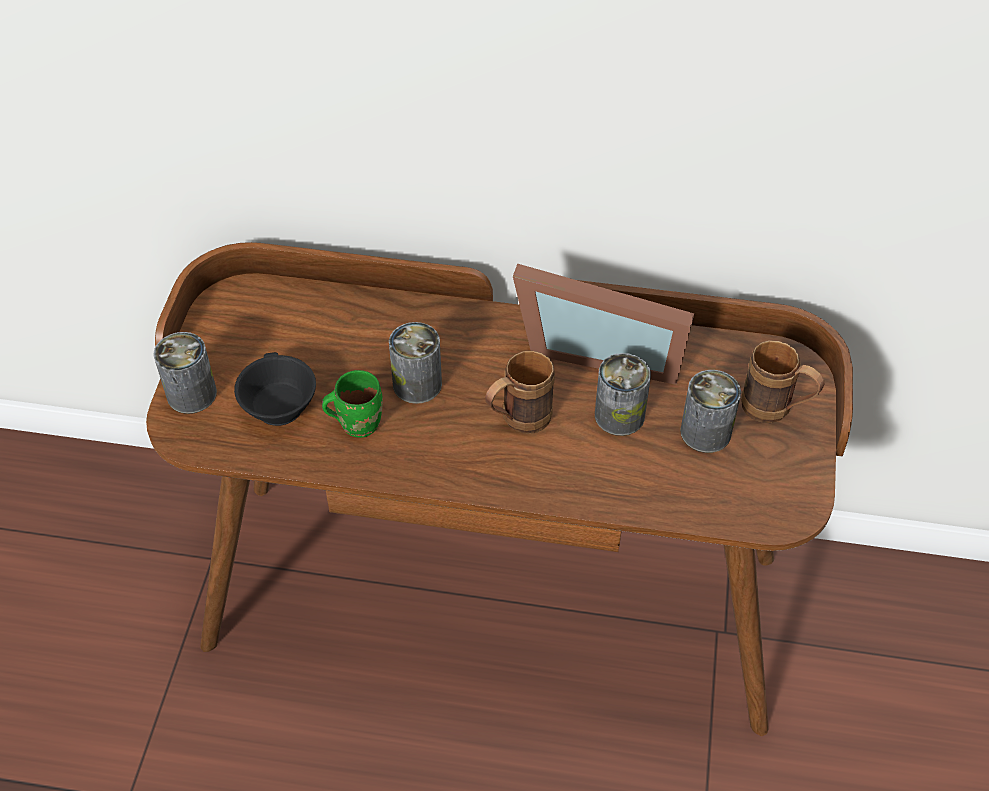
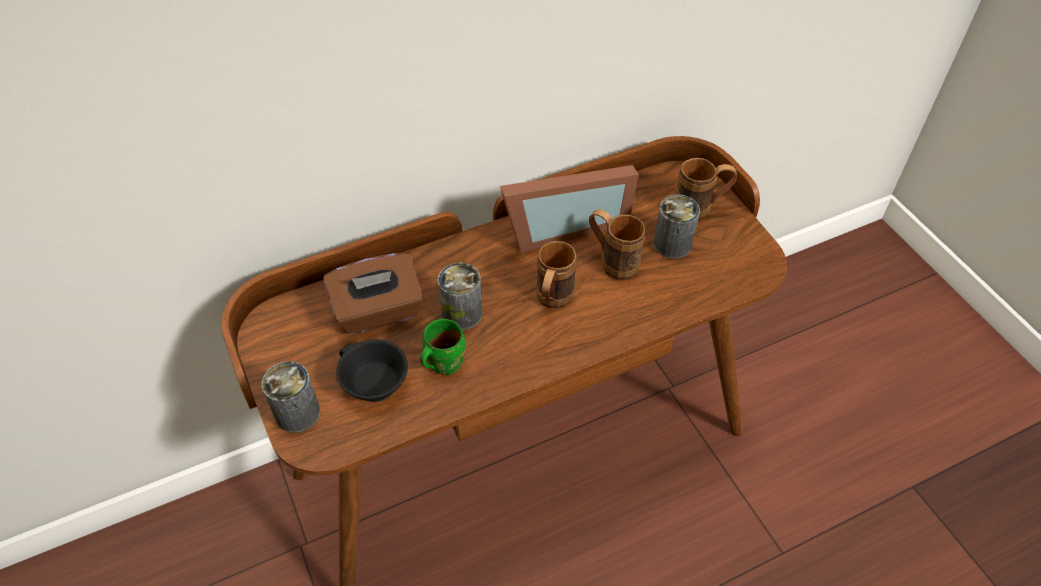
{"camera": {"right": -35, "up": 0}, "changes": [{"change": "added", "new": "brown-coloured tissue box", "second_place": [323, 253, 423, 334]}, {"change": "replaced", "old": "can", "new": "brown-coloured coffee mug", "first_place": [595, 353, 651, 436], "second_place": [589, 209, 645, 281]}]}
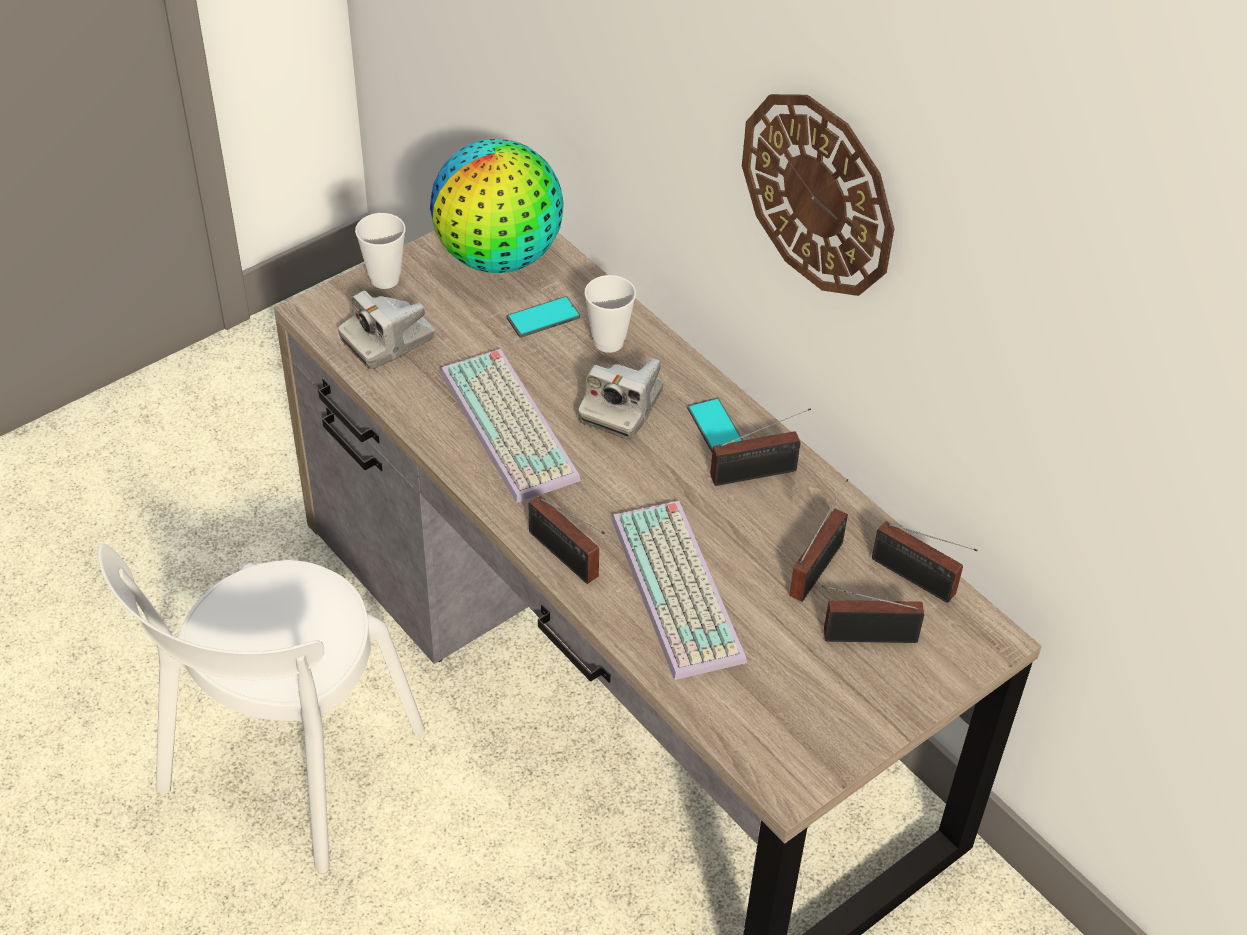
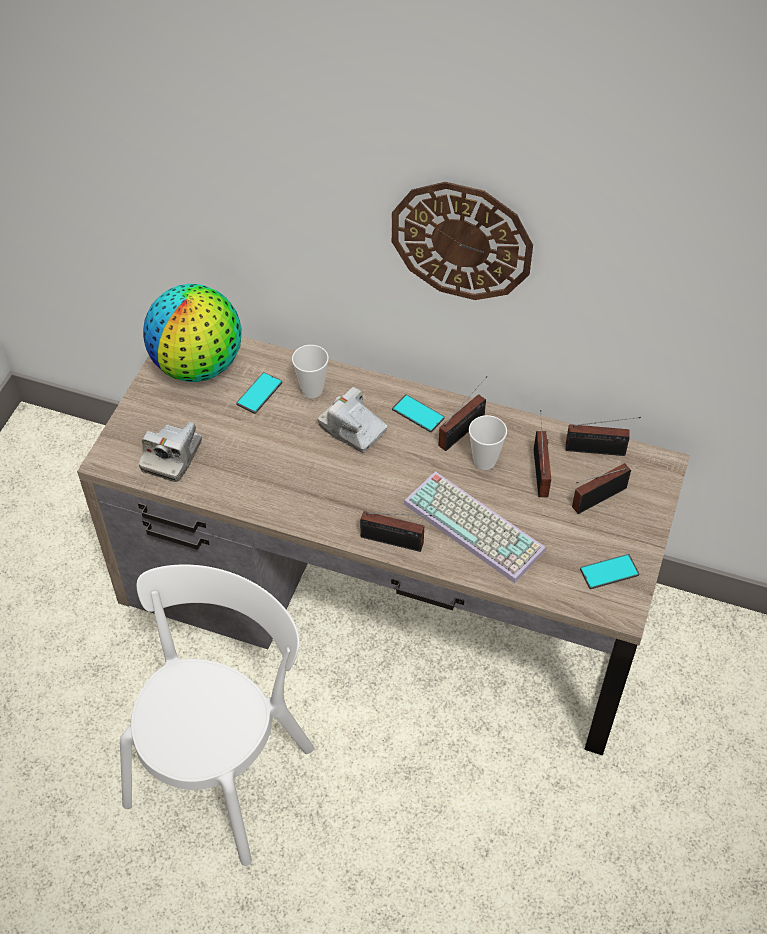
{"camera": {"right": -30, "up": 5}, "changes": [{"change": "removed", "old": "keyboard", "first_place": [440, 349, 581, 503]}, {"change": "added", "new": "telephone", "second_place": [580, 554, 639, 589]}, {"change": "moved", "old": "drinking cup", "first_place": [355, 213, 406, 289], "second_place": [469, 415, 507, 470]}, {"change": "turned", "old": "whitish plain chair", "first_place": [98, 544, 425, 874], "second_place": [120, 565, 314, 866], "degrees": -150}, {"change": "turned", "old": "photo camera", "first_place": [578, 358, 664, 439], "second_place": [318, 387, 387, 453], "degrees": 135}]}
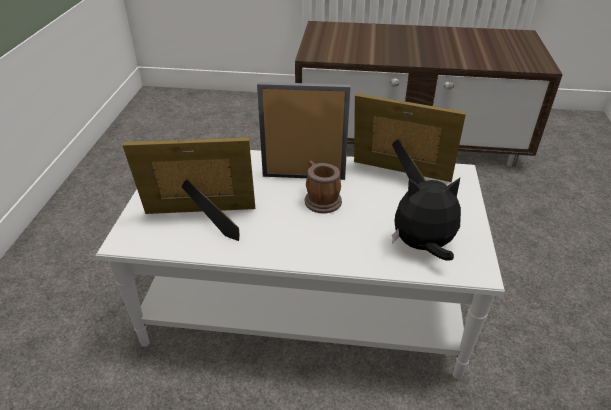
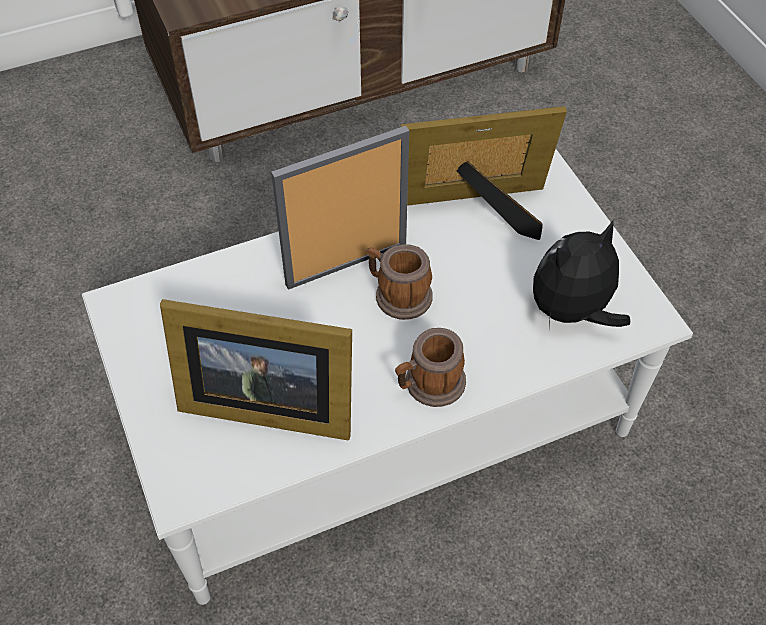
{"camera": {"right": -30, "up": 15}, "changes": [{"change": "added", "new": "coffee mug", "second_place": [395, 328, 466, 407]}, {"change": "turned", "old": "standing frame", "first_place": [122, 137, 255, 241], "second_place": [160, 299, 352, 440], "degrees": -135}]}
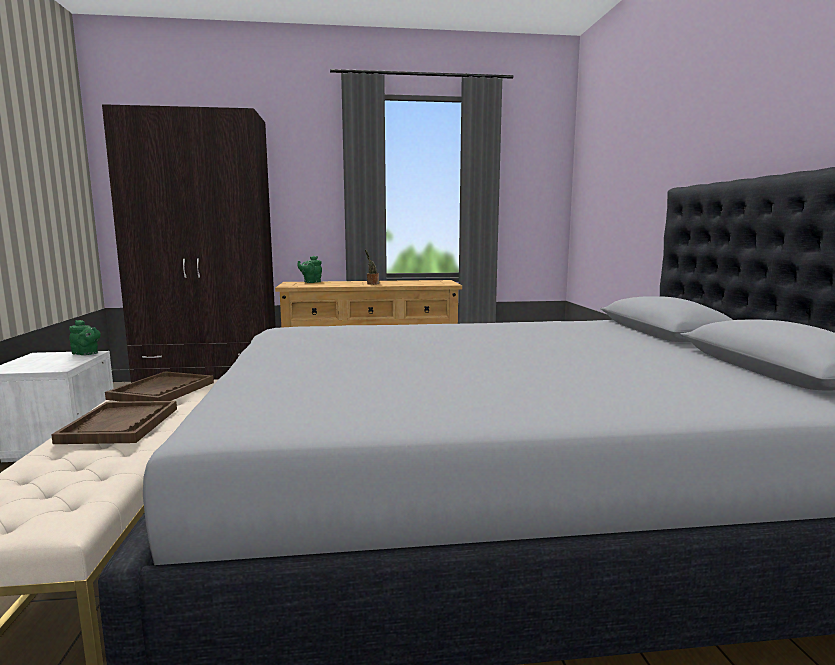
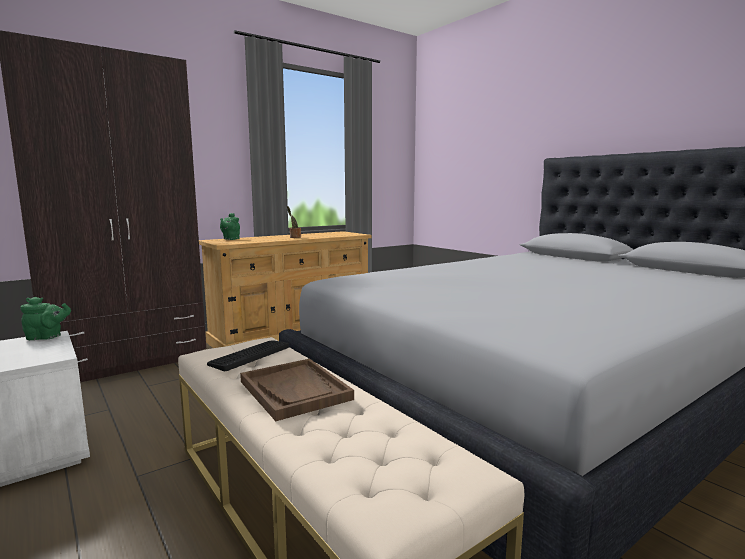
{"camera": {"right": -30, "up": 0}, "changes": [{"change": "replaced", "old": "brown-coloured tray", "new": "keyboard", "first_place": [105, 371, 214, 402], "second_place": [207, 340, 289, 371]}]}
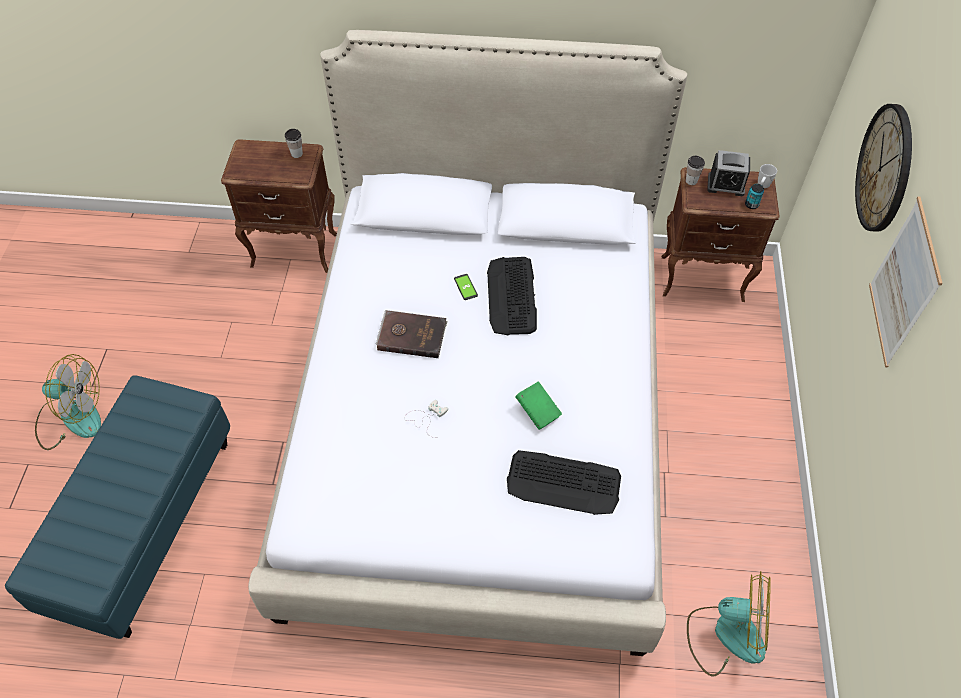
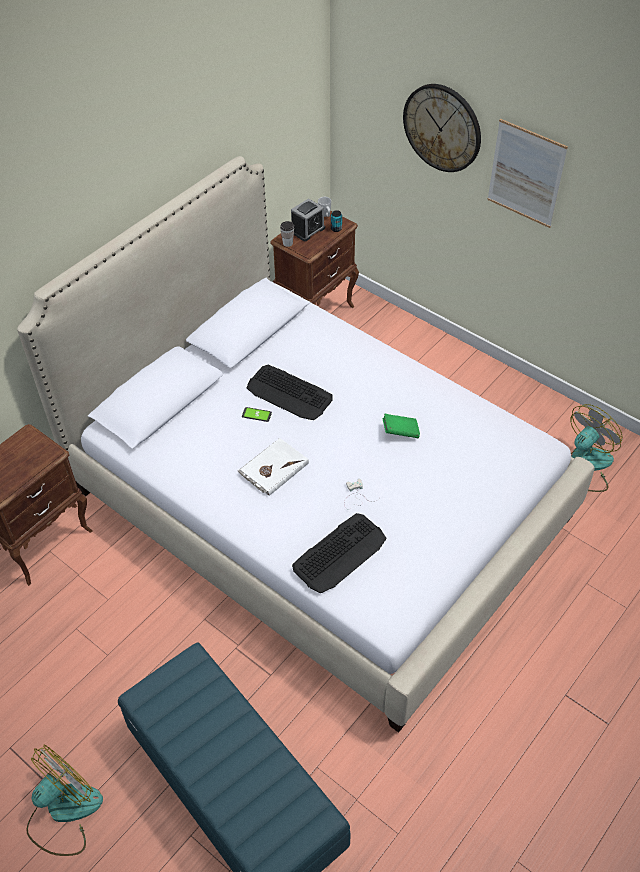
{"camera": {"right": -55, "up": -5}, "changes": [{"change": "removed", "old": "drinking cup", "first_place": [285, 129, 303, 158]}, {"change": "moved", "old": "keyboard", "first_place": [507, 450, 621, 515], "second_place": [292, 513, 386, 594]}, {"change": "recoloured", "old": "brown-coloured bound book", "new": "whitish bound book", "first_place": [376, 310, 448, 358], "second_place": [238, 438, 309, 496]}]}
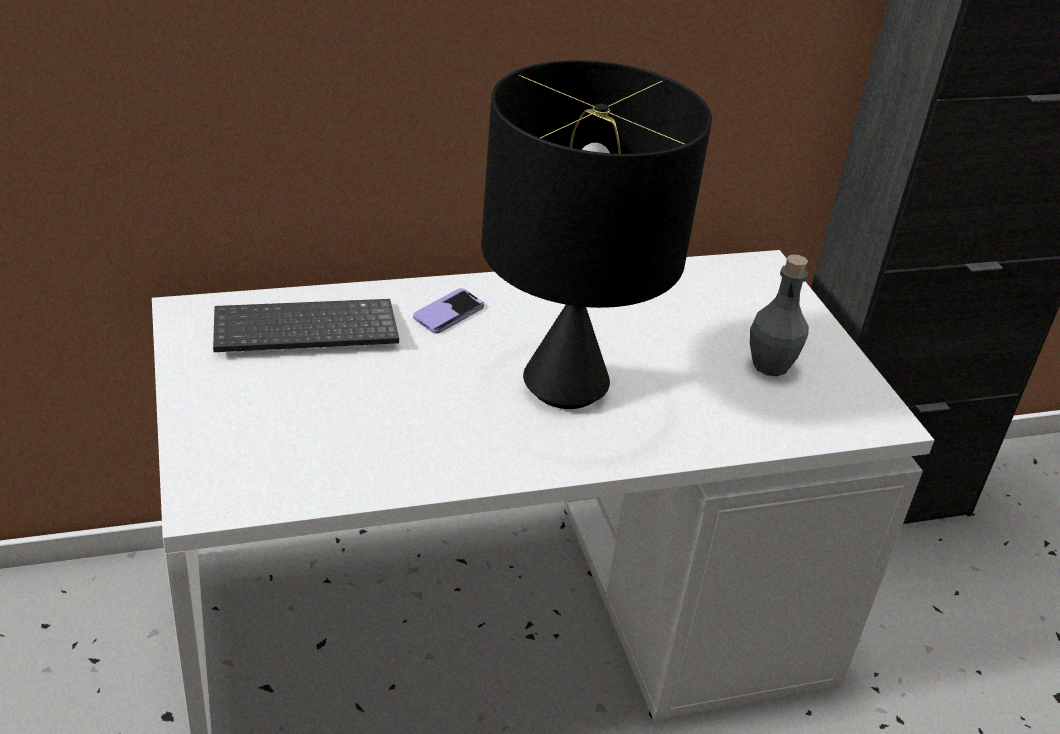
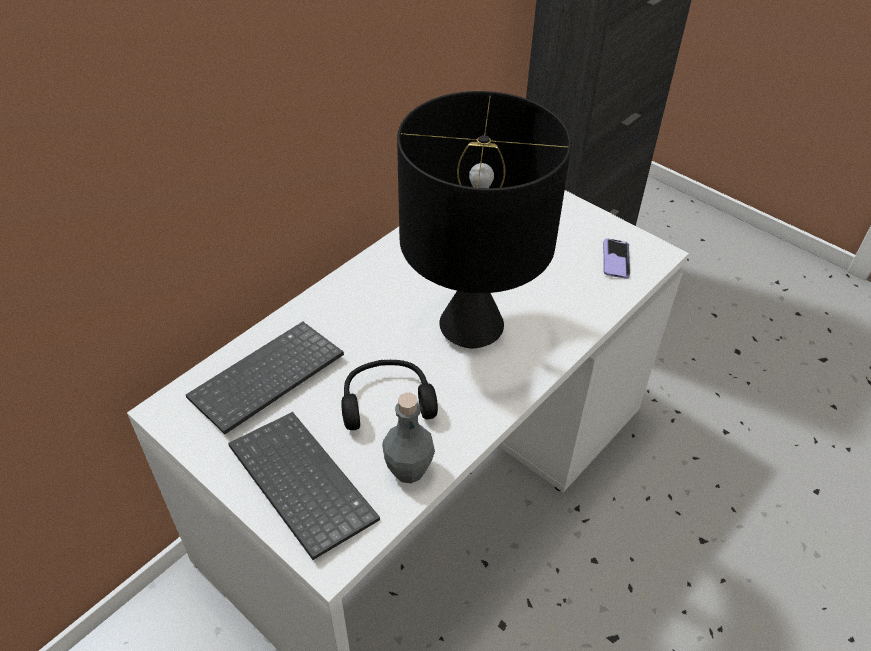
{"camera": {"right": -30, "up": 10}, "changes": [{"change": "added", "new": "keyboard", "second_place": [228, 412, 380, 560]}, {"change": "added", "new": "black-coloured headphones", "second_place": [341, 360, 438, 430]}, {"change": "moved", "old": "telephone", "first_place": [413, 288, 484, 334], "second_place": [603, 238, 630, 279]}, {"change": "moved", "old": "gray bottle", "first_place": [750, 254, 809, 376], "second_place": [382, 393, 435, 483]}]}
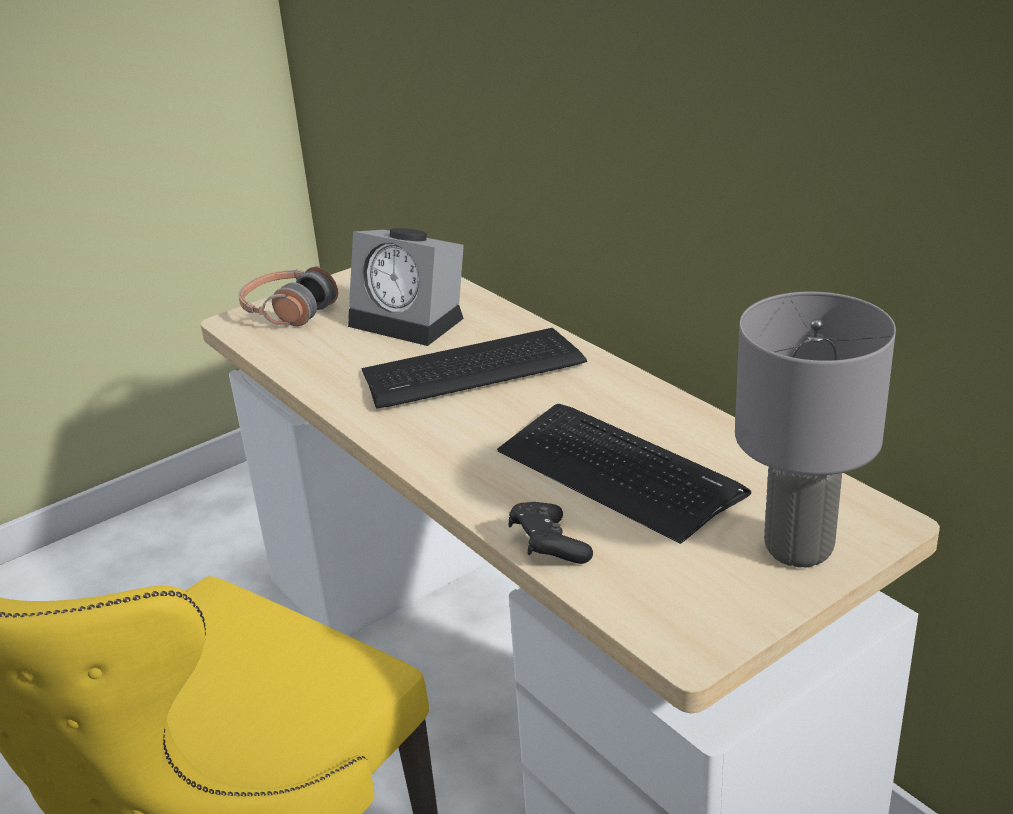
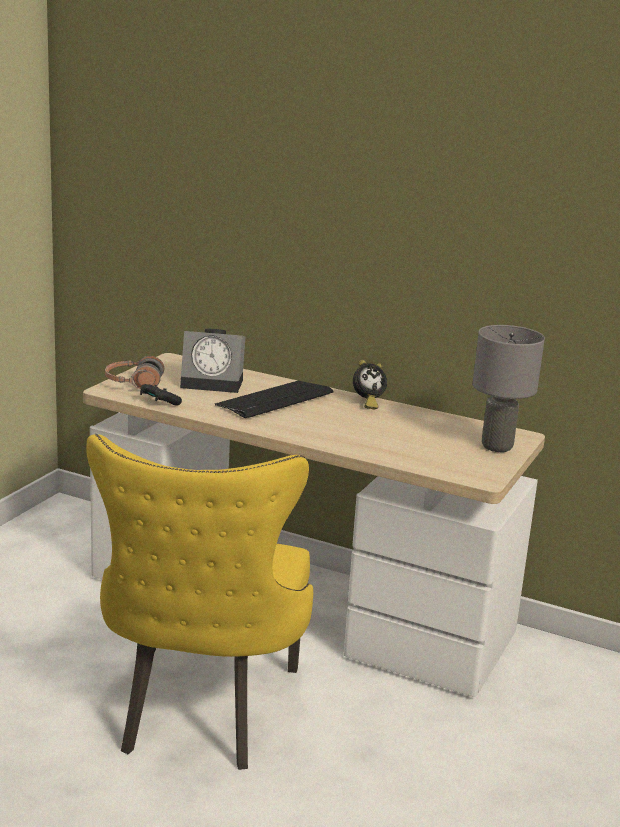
{"camera": {"right": -30, "up": -10}, "changes": [{"change": "removed", "old": "keyboard", "first_place": [497, 404, 751, 544]}, {"change": "added", "new": "alarm clock", "second_place": [353, 360, 387, 409]}, {"change": "moved", "old": "black-coloured joypad", "first_place": [509, 502, 593, 564], "second_place": [140, 384, 182, 406]}]}
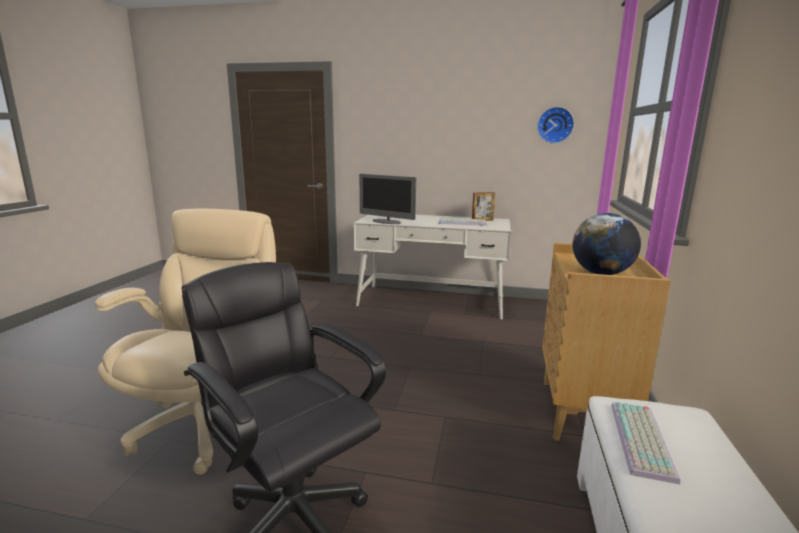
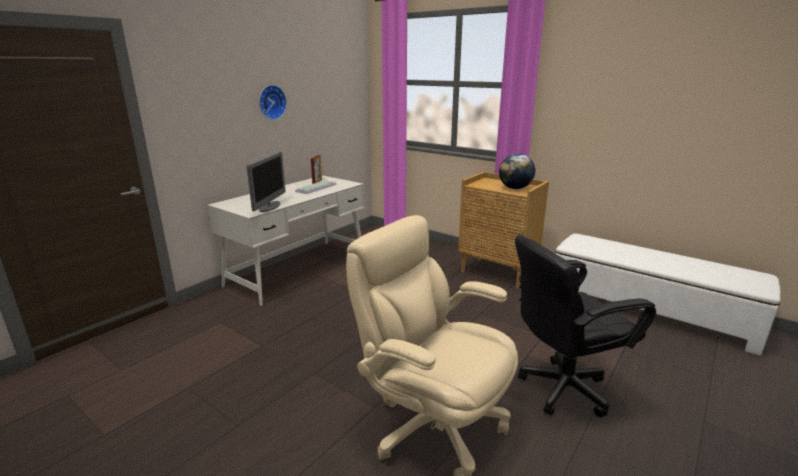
{"camera": {"right": -65, "up": 5}, "changes": [{"change": "removed", "old": "keyboard", "first_place": [611, 402, 680, 484]}, {"change": "moved", "old": "clock on the wall", "first_place": [537, 107, 574, 144], "second_place": [259, 85, 287, 120]}, {"change": "turned", "old": "computer display", "first_place": [359, 174, 416, 224], "second_place": [246, 152, 286, 212], "degrees": -45}]}
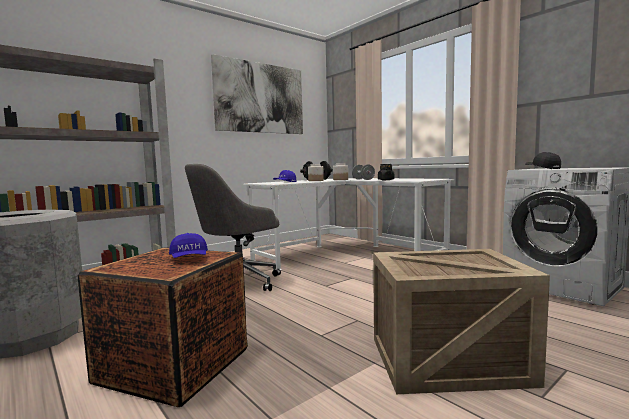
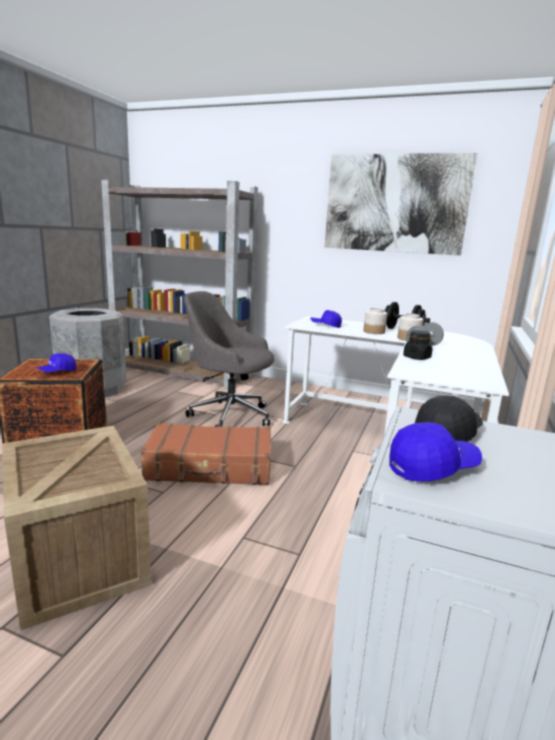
{"camera": {"right": 60, "up": 10}, "changes": [{"change": "added", "new": "brown-coloured suitcase", "second_place": [140, 423, 271, 485]}, {"change": "added", "new": "blue baseball cap", "second_place": [389, 422, 482, 482]}]}
